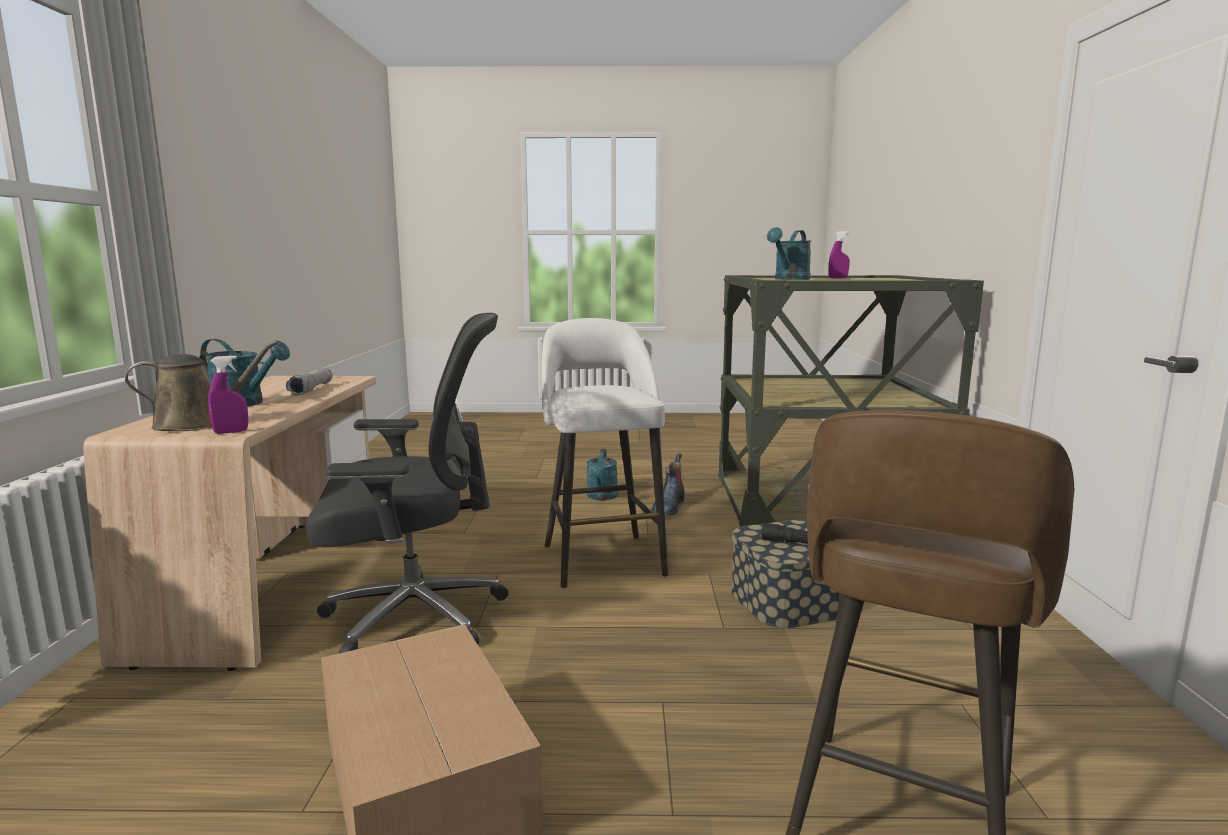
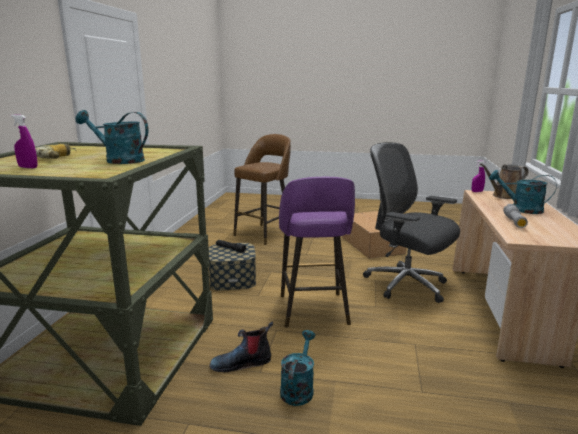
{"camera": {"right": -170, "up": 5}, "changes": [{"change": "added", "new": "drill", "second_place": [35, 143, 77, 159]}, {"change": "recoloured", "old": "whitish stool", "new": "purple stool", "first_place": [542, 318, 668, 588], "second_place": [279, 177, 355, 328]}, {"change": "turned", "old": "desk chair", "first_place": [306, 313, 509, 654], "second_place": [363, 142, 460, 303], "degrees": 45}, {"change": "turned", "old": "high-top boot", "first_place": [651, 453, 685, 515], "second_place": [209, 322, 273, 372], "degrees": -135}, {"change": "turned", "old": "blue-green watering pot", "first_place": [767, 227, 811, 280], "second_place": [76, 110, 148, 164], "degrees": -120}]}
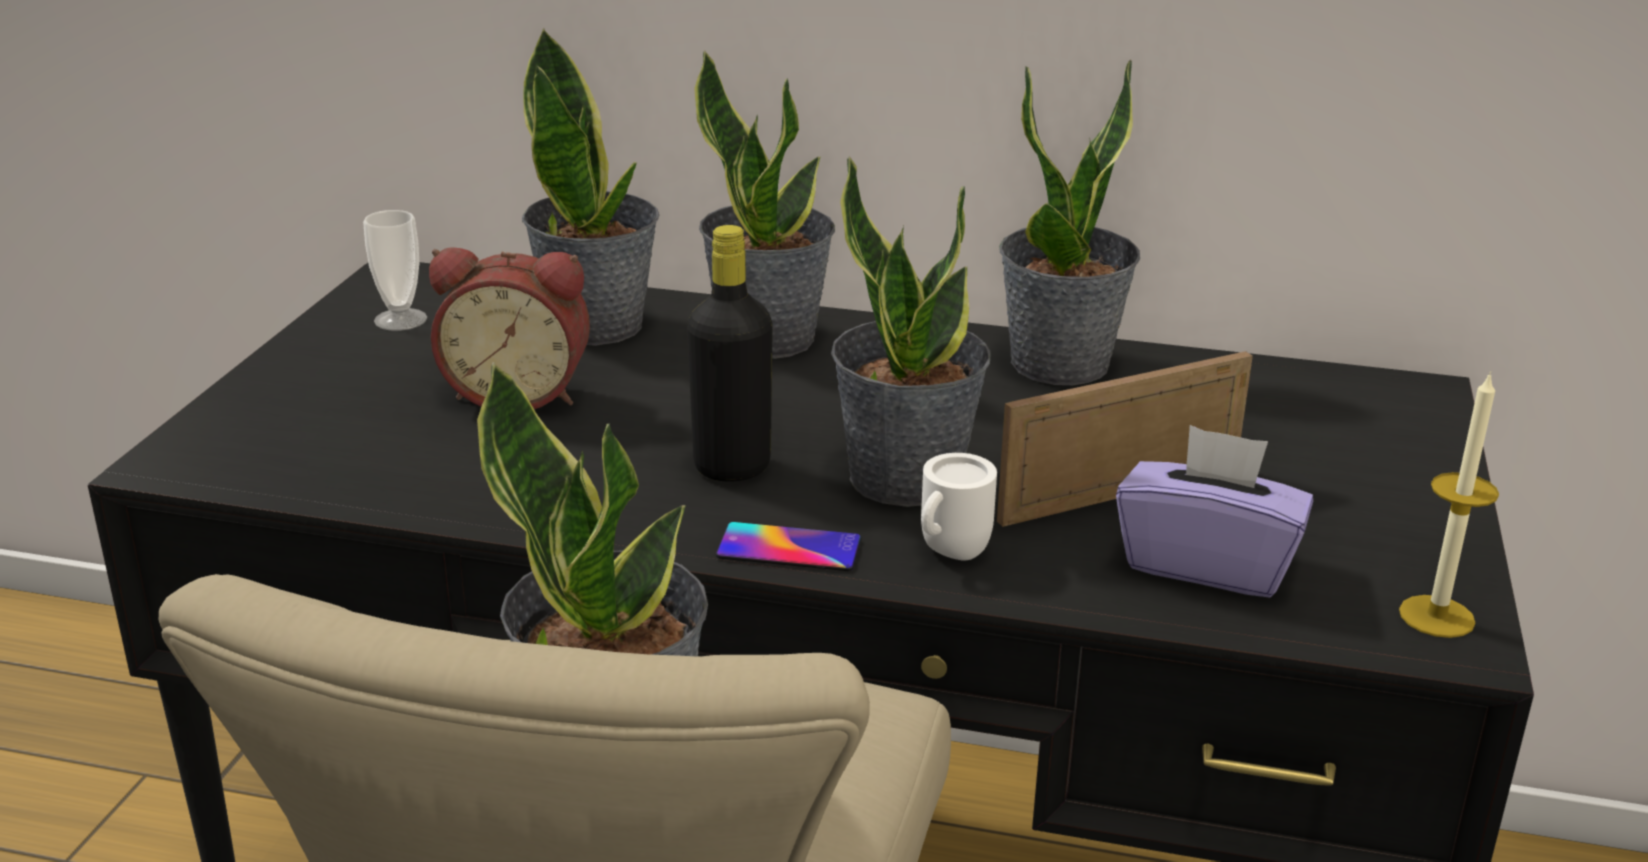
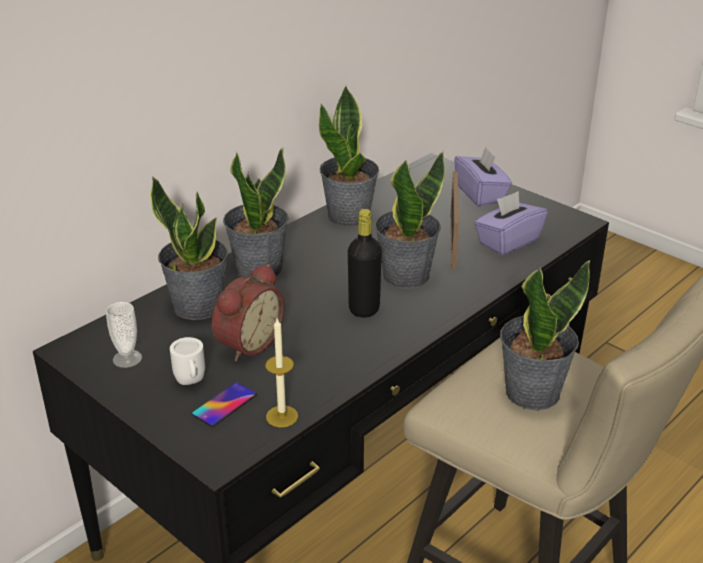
{"camera": {"right": -60, "up": 5}, "changes": [{"change": "added", "new": "purple tissue box", "second_place": [454, 147, 512, 206]}, {"change": "moved", "old": "telephone", "first_place": [716, 522, 861, 571], "second_place": [192, 382, 257, 427]}, {"change": "moved", "old": "whitish coffee mug", "first_place": [921, 453, 997, 561], "second_place": [170, 337, 205, 385]}, {"change": "moved", "old": "wax light", "first_place": [1399, 371, 1499, 638], "second_place": [265, 319, 298, 427]}]}
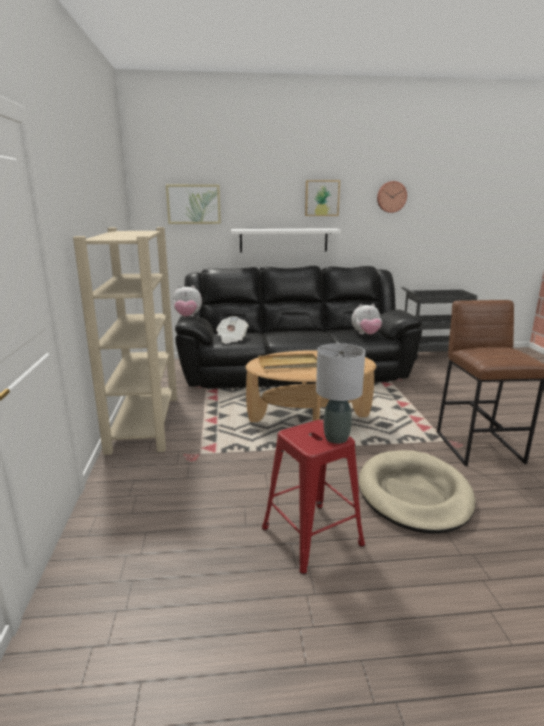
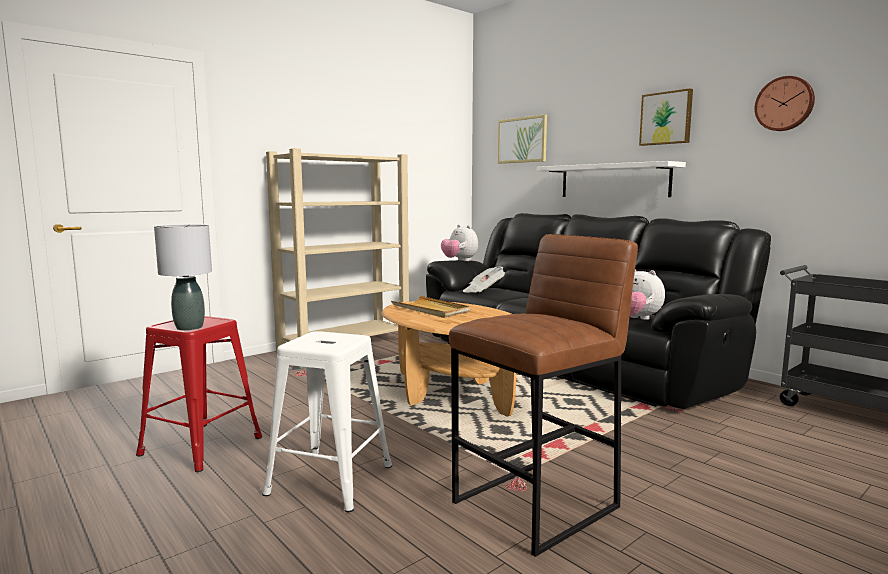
{"camera": {"right": 55, "up": -10}, "changes": [{"change": "replaced", "old": "sand-coloured dog cushion", "new": "whitish stool", "first_place": [359, 450, 476, 534], "second_place": [262, 331, 392, 512]}]}
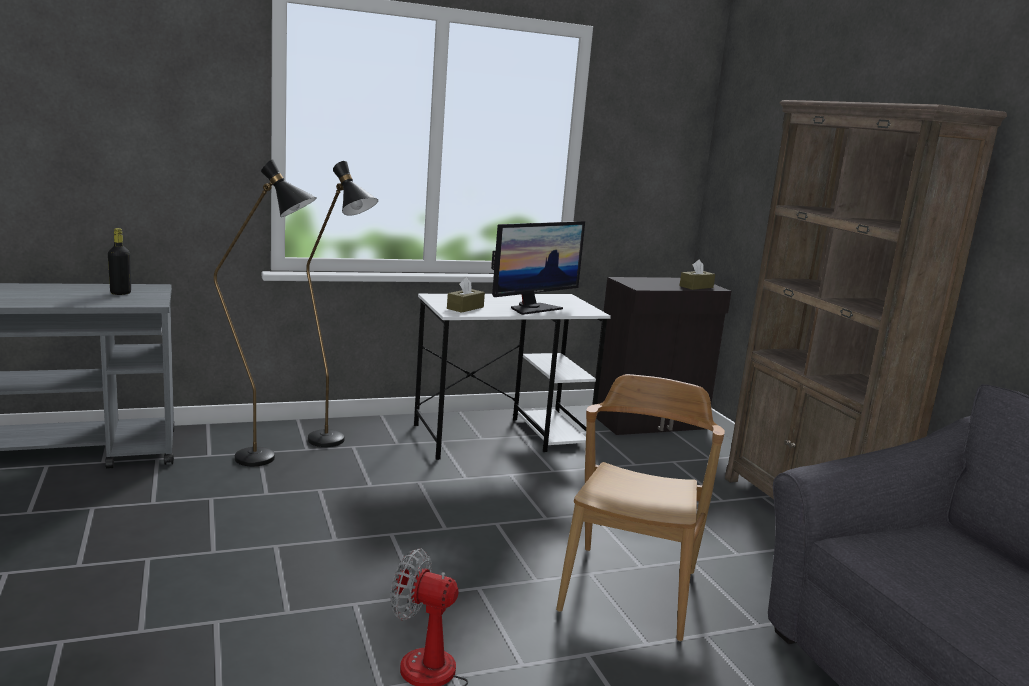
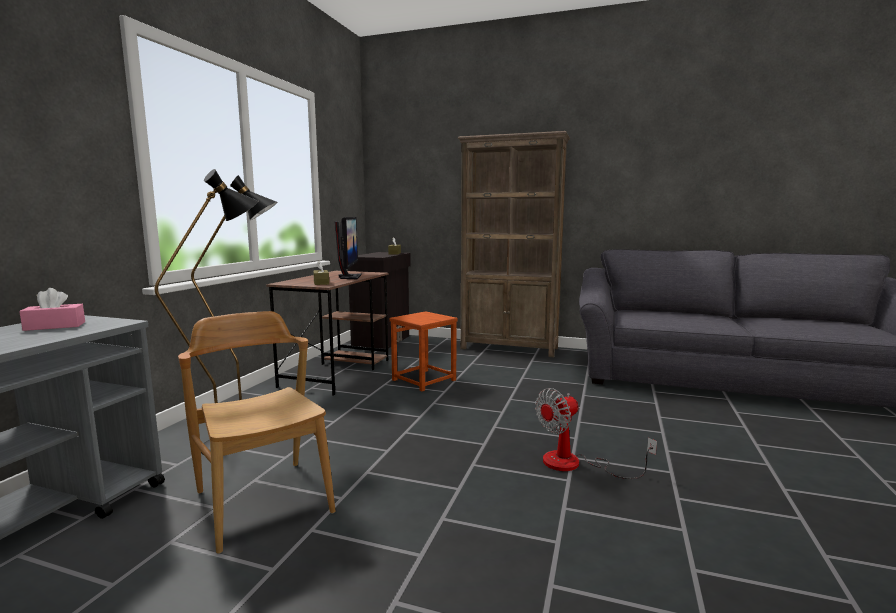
{"camera": {"right": -50, "up": -5}, "changes": [{"change": "added", "new": "brown-coloured stool", "second_place": [390, 311, 458, 391]}, {"change": "moved", "old": "brown-coloured plain chair", "first_place": [556, 374, 725, 641], "second_place": [178, 311, 335, 554]}, {"change": "replaced", "old": "black-coloured bottle", "new": "pink tissue box", "first_place": [108, 228, 131, 295], "second_place": [19, 288, 85, 331]}, {"change": "recoloured", "old": "whitish desk table", "new": "brown-coloured desk table", "first_place": [414, 294, 611, 460], "second_place": [266, 271, 389, 396]}]}
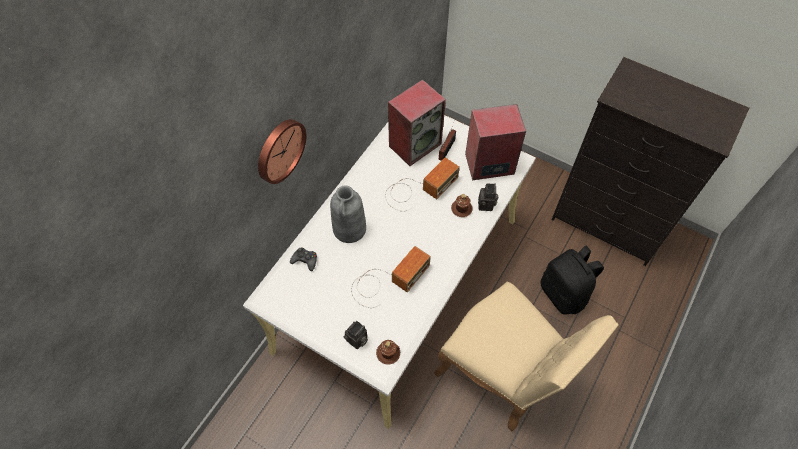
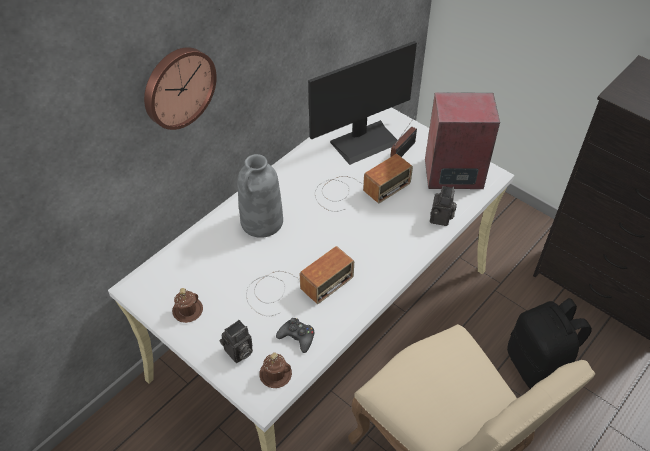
{"camera": {"right": 10, "up": -10}, "changes": [{"change": "moved", "old": "black-coloured joypad", "first_place": [290, 247, 317, 271], "second_place": [276, 318, 314, 353]}, {"change": "moved", "old": "brown-coloured coffee mug", "first_place": [451, 194, 473, 217], "second_place": [172, 288, 203, 323]}, {"change": "replaced", "old": "audio speaker", "new": "computer display", "first_place": [388, 79, 446, 166], "second_place": [308, 41, 417, 165]}]}
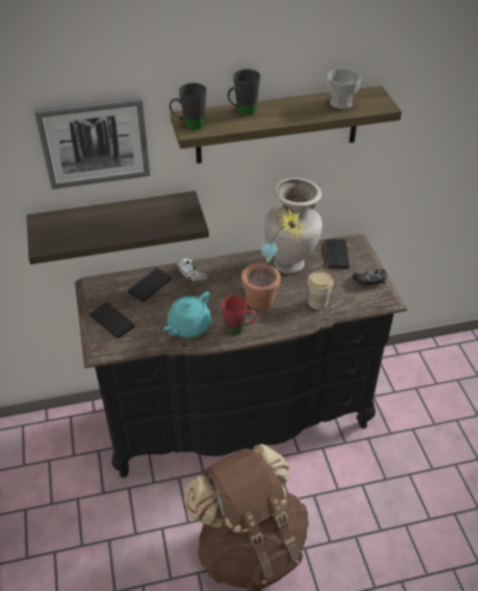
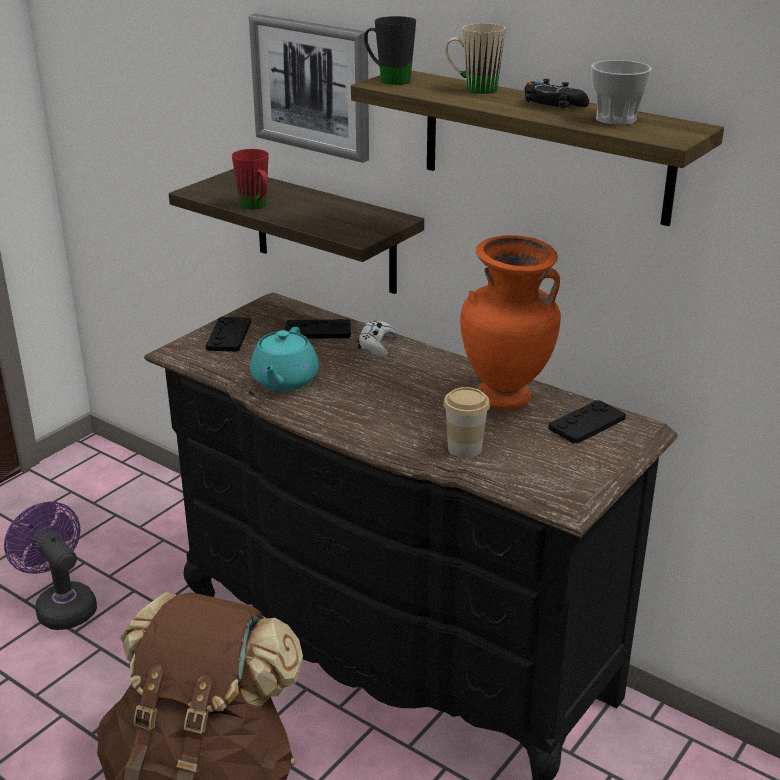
{"camera": {"right": 50, "up": -15}, "changes": [{"change": "removed", "old": "houseplant", "first_place": [241, 206, 307, 311]}, {"change": "added", "new": "purple cooling fan", "second_place": [4, 502, 97, 630]}, {"change": "moved", "old": "red coffee mug", "first_place": [222, 295, 257, 335], "second_place": [232, 149, 269, 210]}, {"change": "moved", "old": "black-coloured joypad", "first_place": [353, 269, 387, 287], "second_place": [525, 79, 589, 109]}, {"change": "recoloured", "old": "black-coloured coffee mug", "new": "sand-coloured coffee mug", "first_place": [228, 69, 260, 115], "second_place": [445, 23, 505, 94]}, {"change": "recoloured", "old": "sand-coloured flower vase", "new": "orange flower vase", "first_place": [264, 177, 322, 274], "second_place": [460, 235, 561, 410]}, {"change": "turned", "old": "blue-green teapot", "first_place": [163, 292, 211, 338], "second_place": [250, 327, 319, 391], "degrees": -75}]}
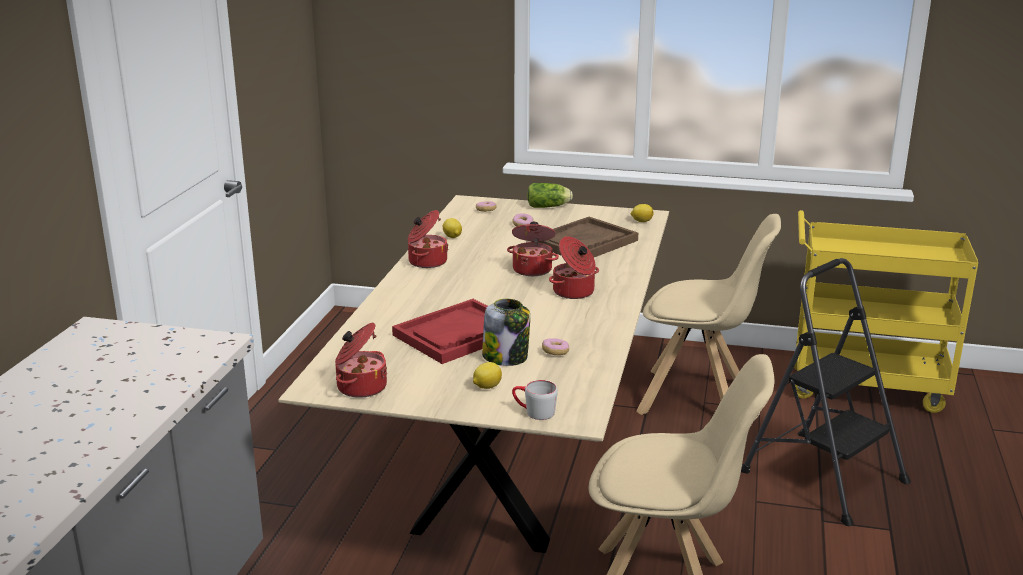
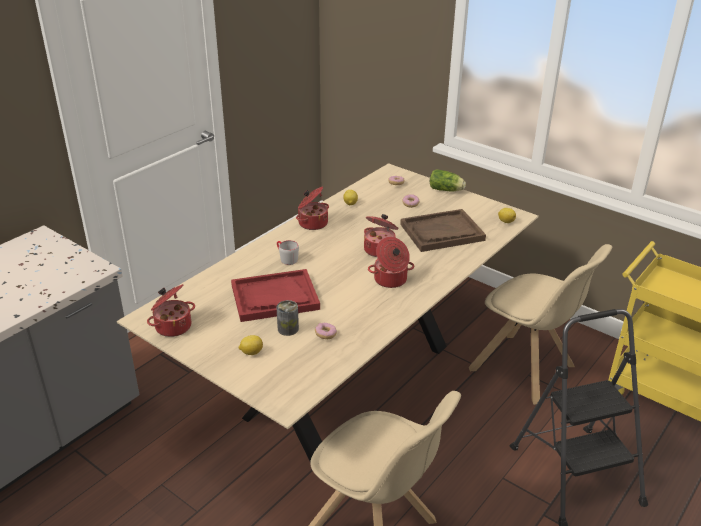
{"camera": {"right": 25, "up": 10}, "changes": [{"change": "moved", "old": "gray coffee mug", "first_place": [512, 380, 558, 420], "second_place": [277, 240, 299, 265]}, {"change": "replaced", "old": "storage jar", "new": "can", "first_place": [482, 299, 530, 366], "second_place": [276, 300, 299, 336]}]}
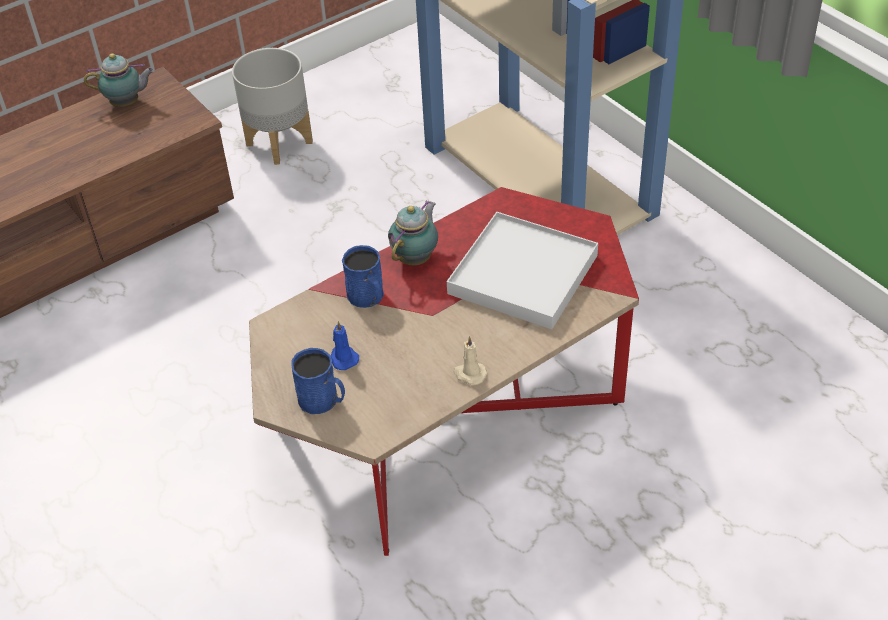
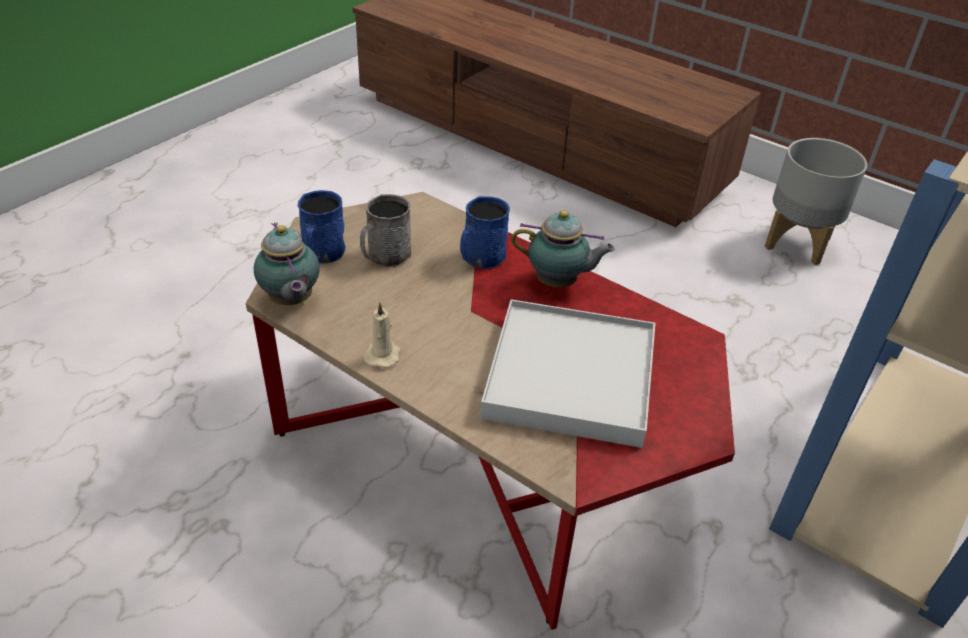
{"camera": {"right": 70, "up": -5}, "changes": [{"change": "moved", "old": "teapot", "first_place": [84, 53, 155, 107], "second_place": [254, 222, 320, 305]}, {"change": "replaced", "old": "blue wax light", "new": "gray coffee mug", "first_place": [330, 321, 359, 370], "second_place": [360, 194, 411, 267]}]}
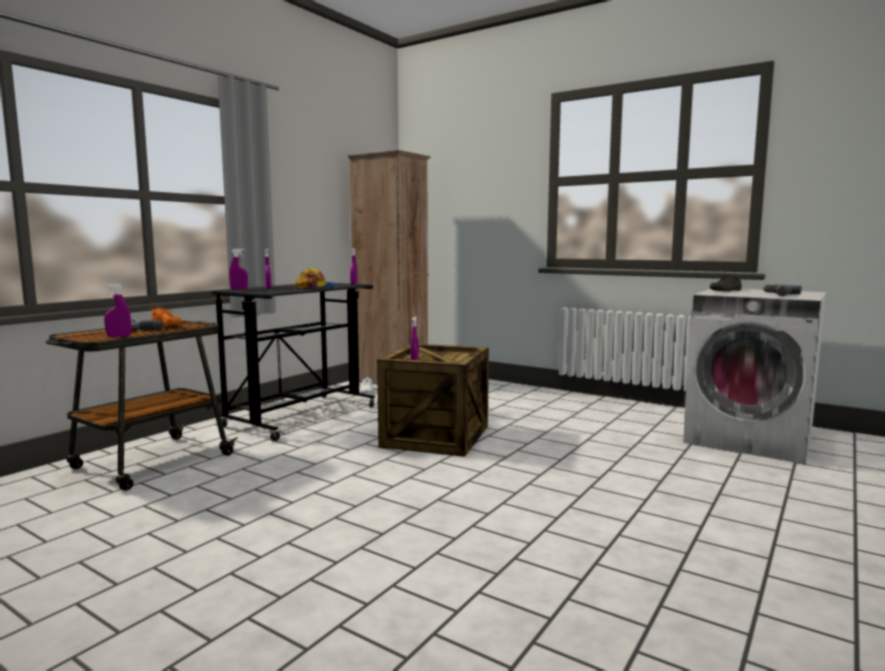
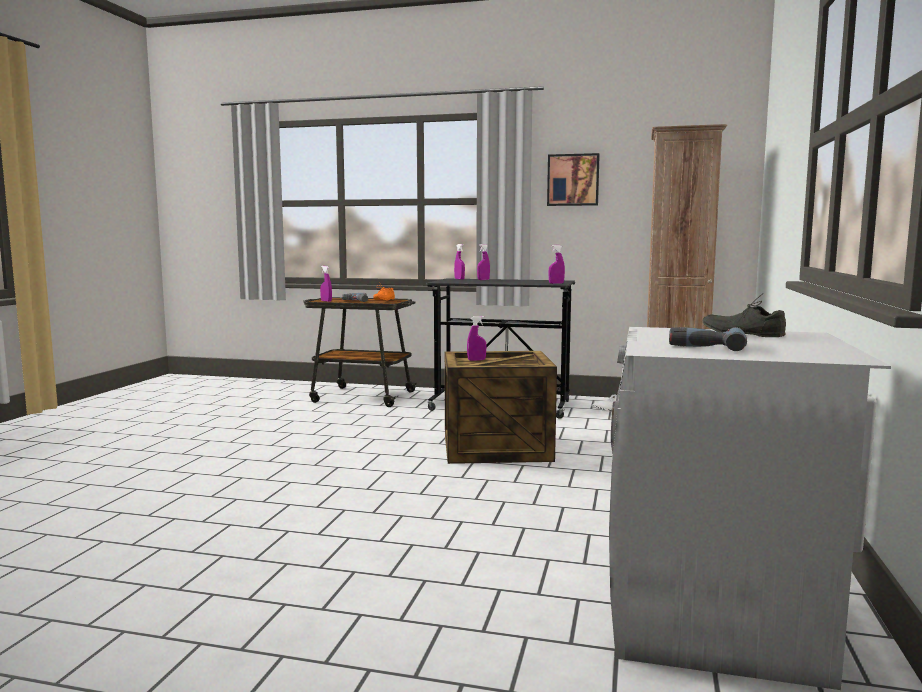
{"camera": {"right": 70, "up": 0}, "changes": [{"change": "removed", "old": "baseball cap", "first_place": [295, 269, 337, 289]}, {"change": "added", "new": "wall picture", "second_place": [547, 153, 600, 206]}]}
